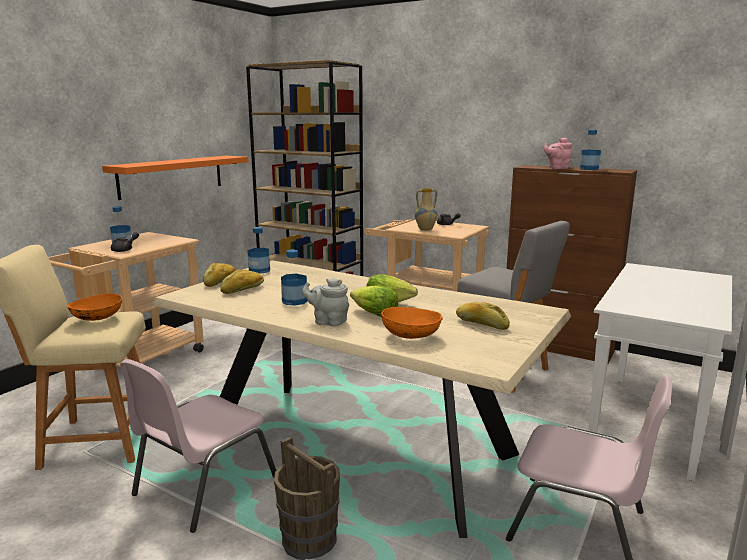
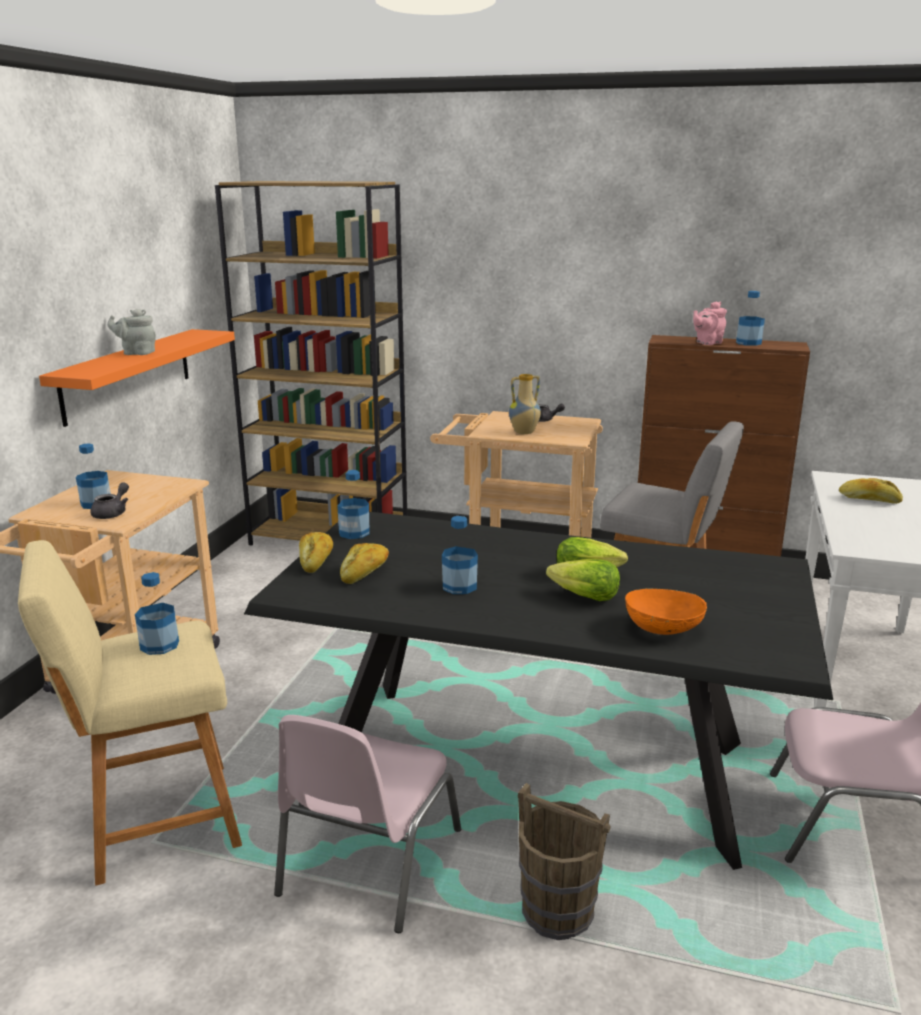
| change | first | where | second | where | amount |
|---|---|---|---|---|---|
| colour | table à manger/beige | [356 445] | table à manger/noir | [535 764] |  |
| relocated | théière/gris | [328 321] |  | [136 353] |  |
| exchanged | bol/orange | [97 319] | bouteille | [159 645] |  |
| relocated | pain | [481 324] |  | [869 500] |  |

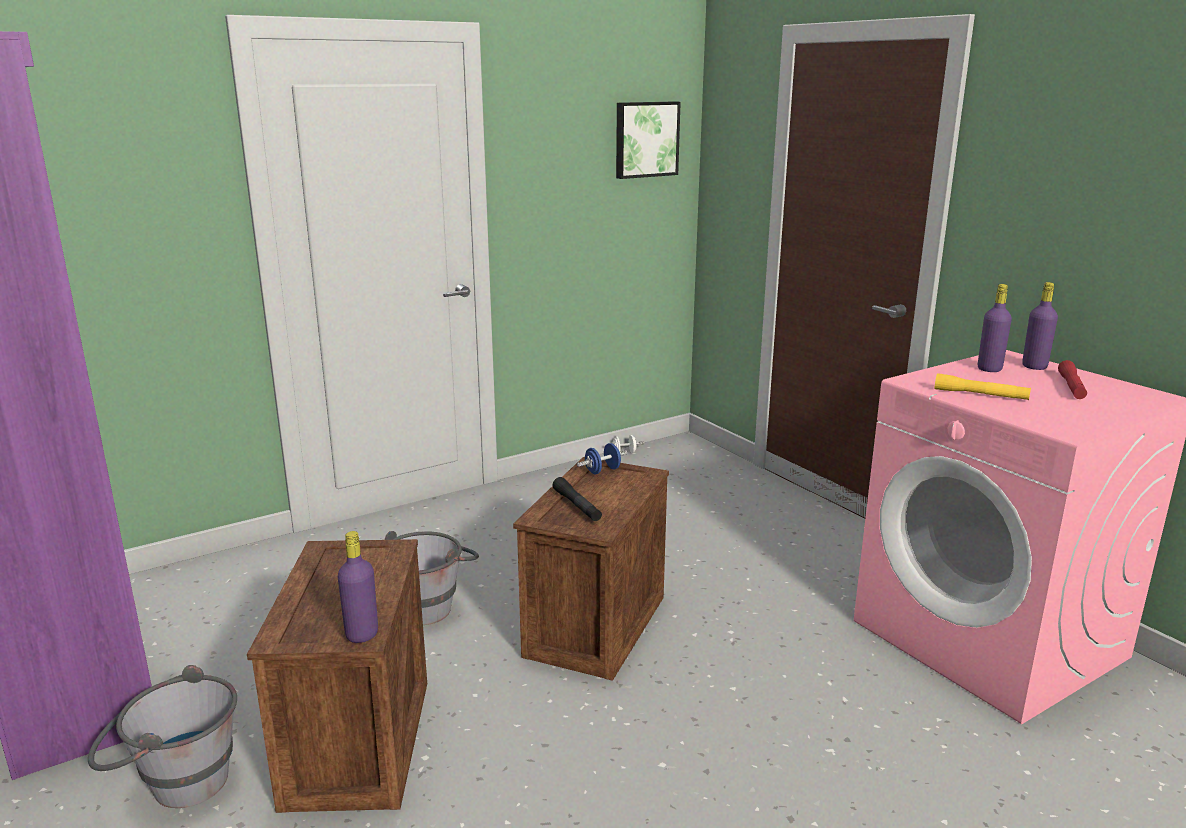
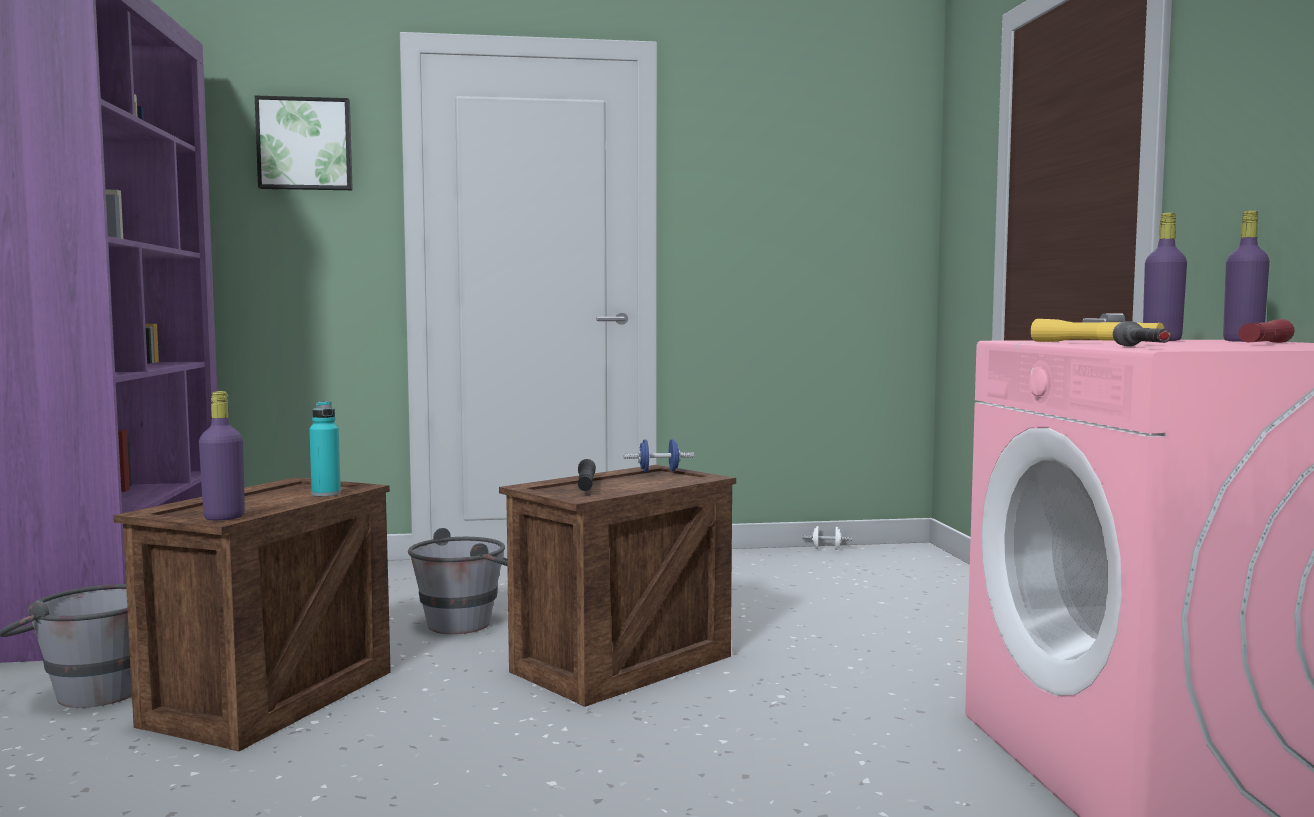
| change | first | where | second | where | amount |
|---|---|---|---|---|---|
| relocated | tableau | [645 139] |  | [305 144] |  |
| appeared |  |  | lampe de poche/gris | [1143 347] |  |
| appeared |  |  | bouteille/turquoise | [326 494] |  |

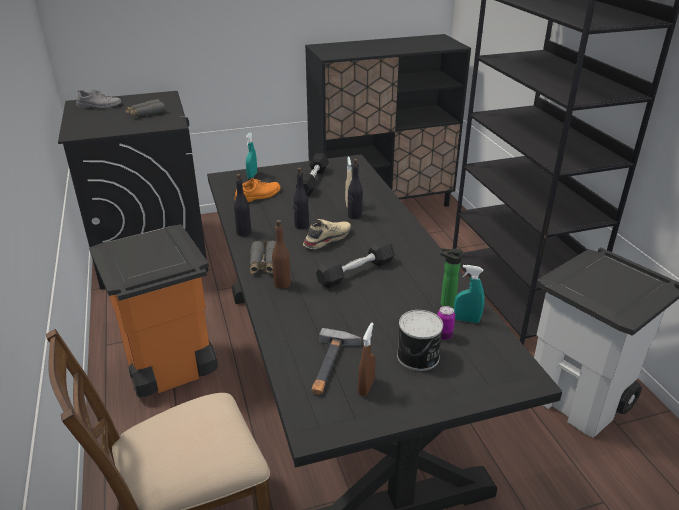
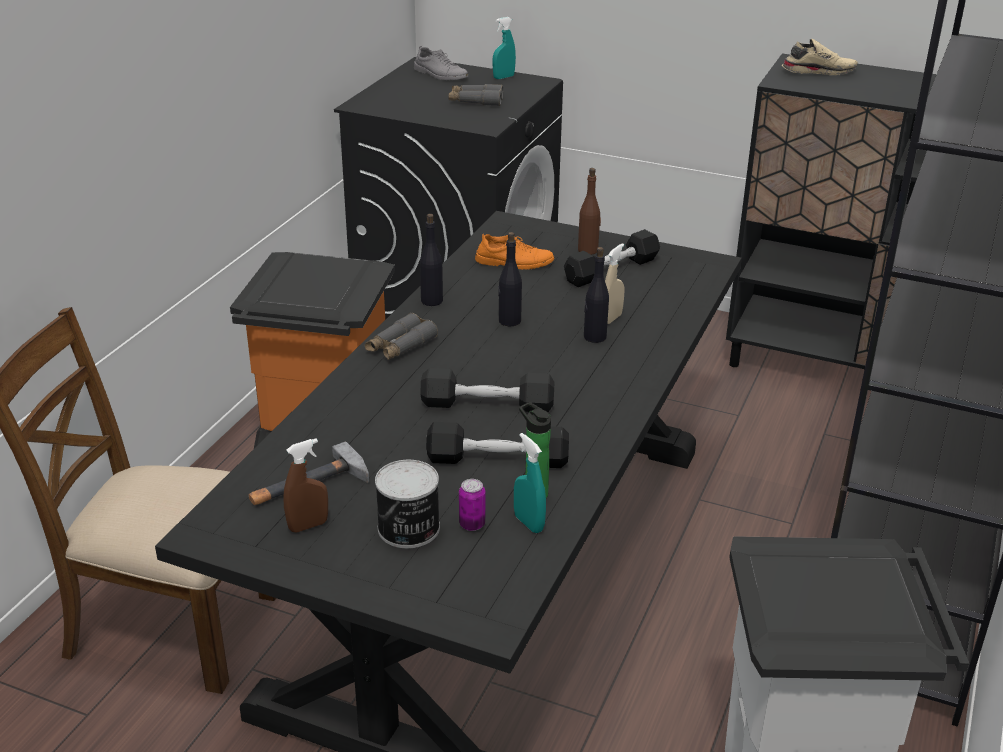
| change | first | where | second | where | amount |
|---|---|---|---|---|---|
| relocated | vaporisateur/turquoise | [252 175] |  | [503 77] |  |
| relocated | chaussure/beige | [326 239] |  | [818 71] |  |
| relocated | bouteille/marron | [282 284] |  | [588 250] |  |
| appeared |  |  | haltère/noir | [497 459] |  |

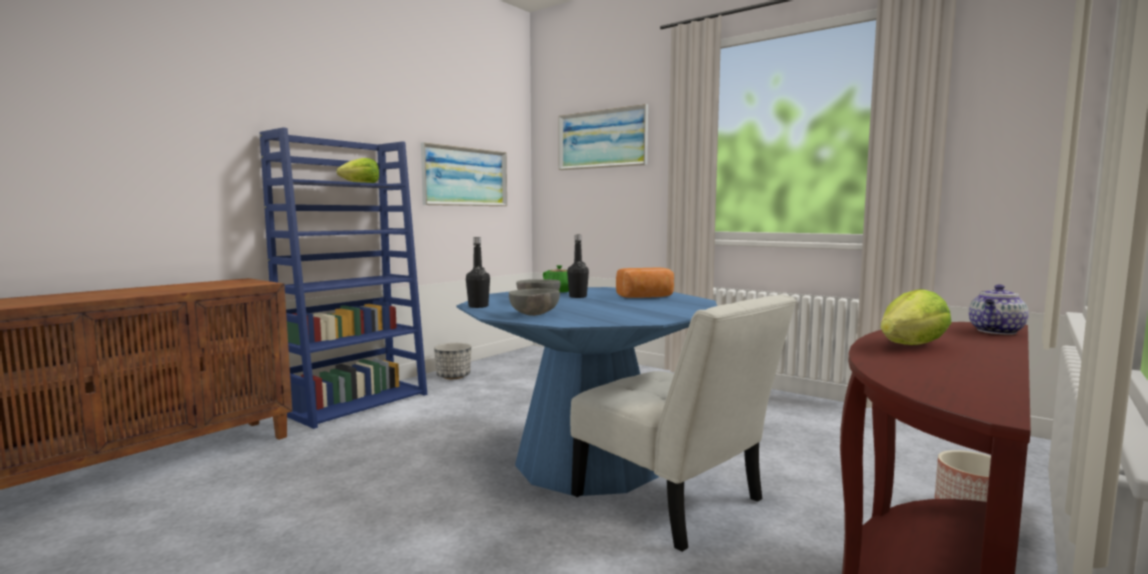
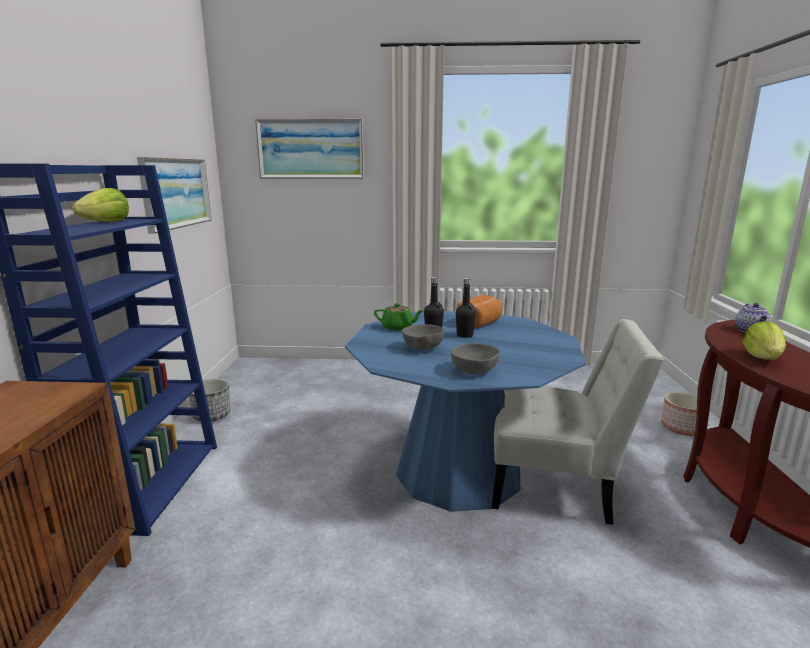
| change | first | where | second | where | amount |
|---|---|---|---|---|---|
| relocated | bouteille/noir | [478 306] |  | [464 335] |  |

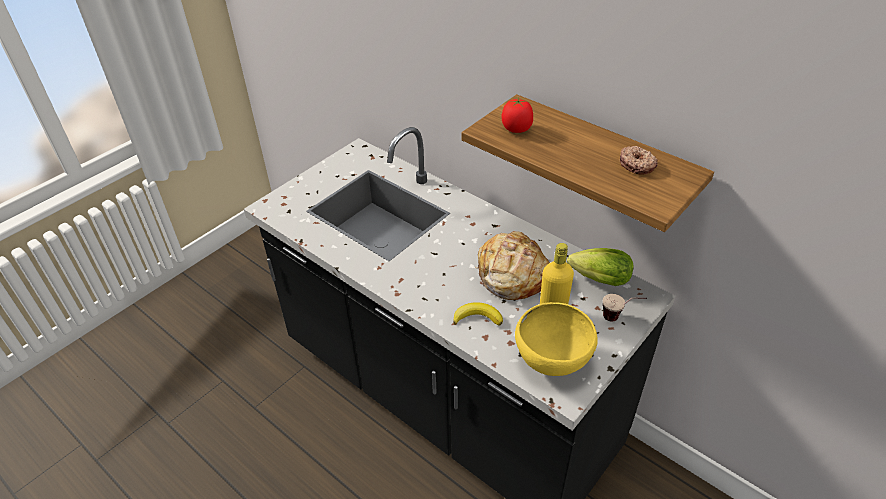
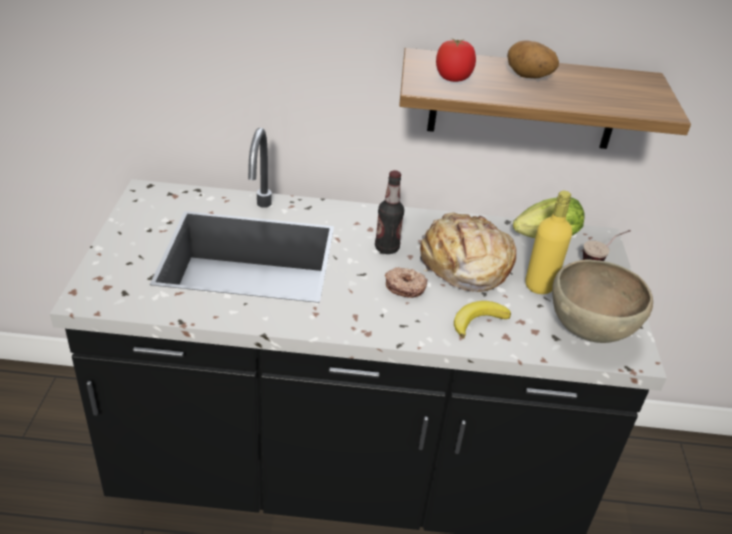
| change | first | where | second | where | amount |
|---|---|---|---|---|---|
| relocated | beignet | [637 165] |  | [405 287] |  |
| colour | bol/jaune | [552 361] | bol/marron | [589 331] |  |
| appeared |  |  | pomme de terre | [528 77] |  |
| appeared |  |  | bouteille | [387 248] |  |

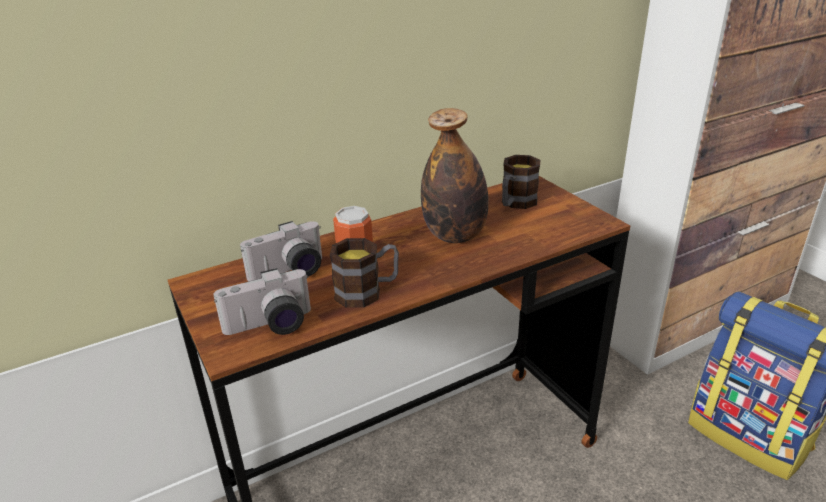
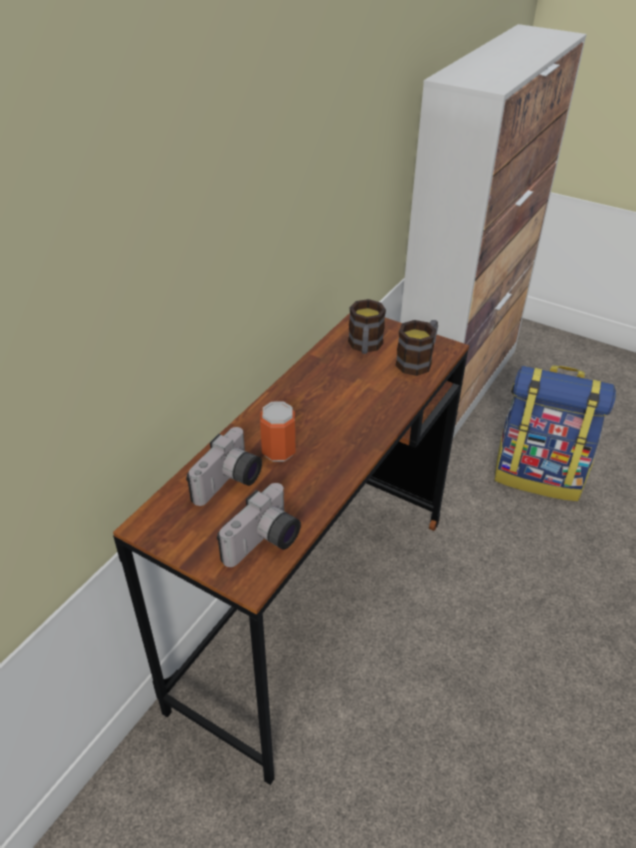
| change | first | where | second | where | amount |
|---|---|---|---|---|---|
| missing | bouteille | [455 235] |  |  |  |
| relocated | mug | [367 292] |  | [418 360] |  |

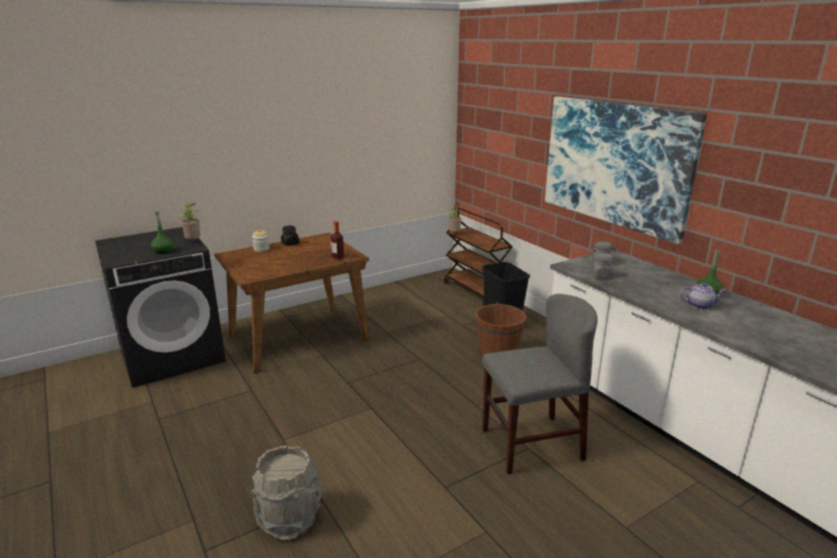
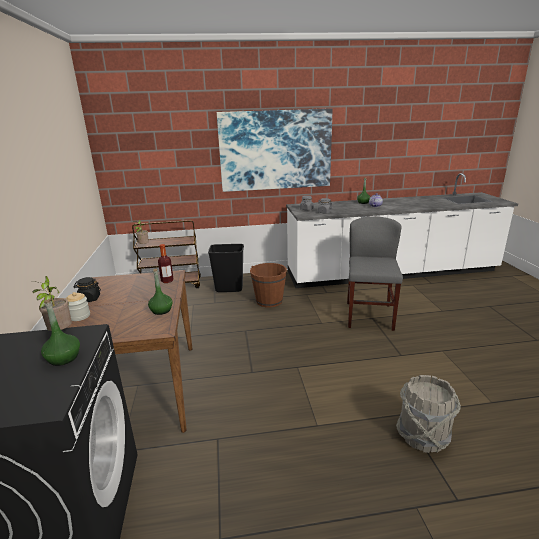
| change | first | where | second | where | amount |
|---|---|---|---|---|---|
| appeared |  |  | bouteille/vert | [161 310] |  |

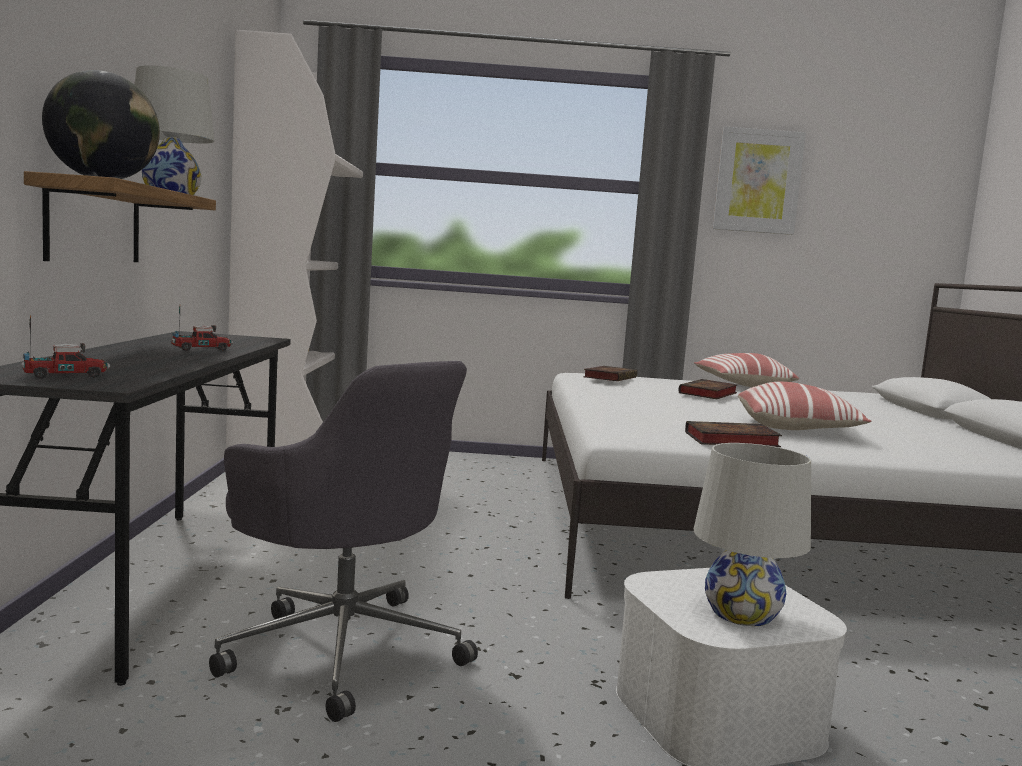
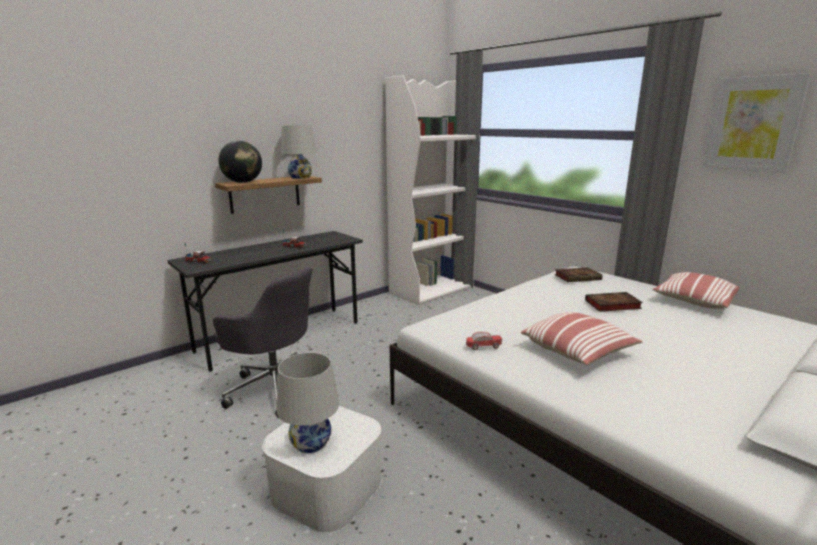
| change | first | where | second | where | amount |
|---|---|---|---|---|---|
| spun | chaise de bureau/gris | [342 648] |  | [275 386] | 60 degrees counterclockwise |
| exchanged | livre | [729 440] | petite voiture | [483 347] |  |

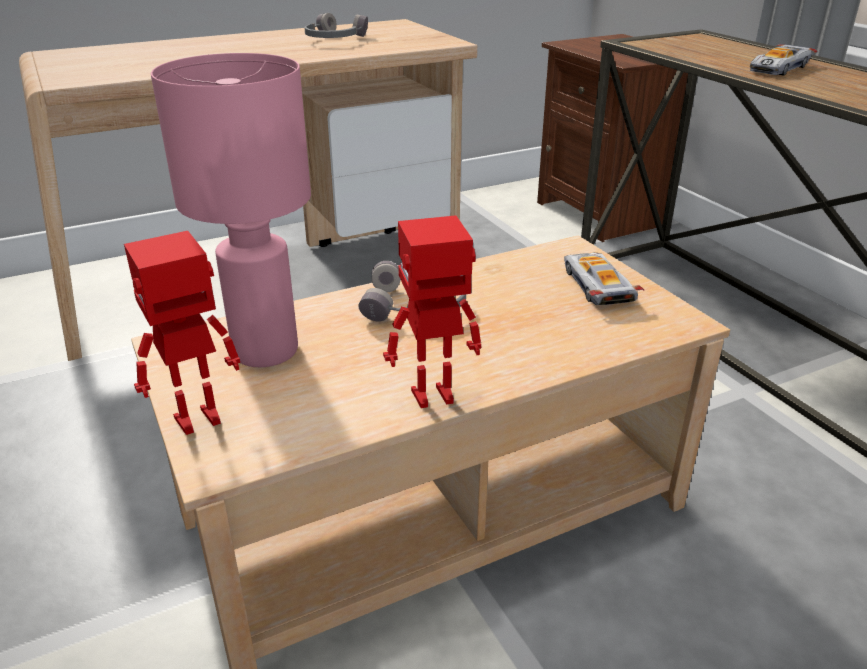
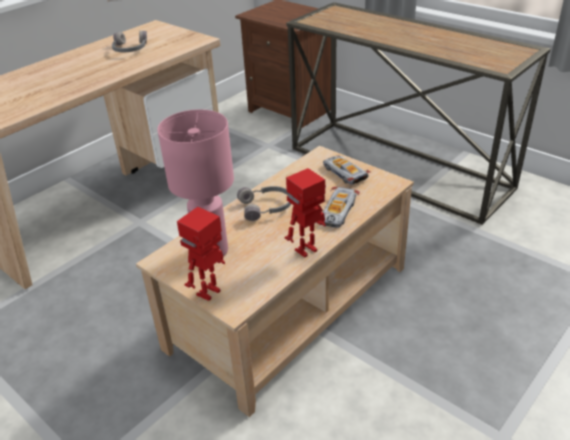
| change | first | where | second | where | amount |
|---|---|---|---|---|---|
| relocated | petite voiture | [778 68] |  | [338 212] |  |

